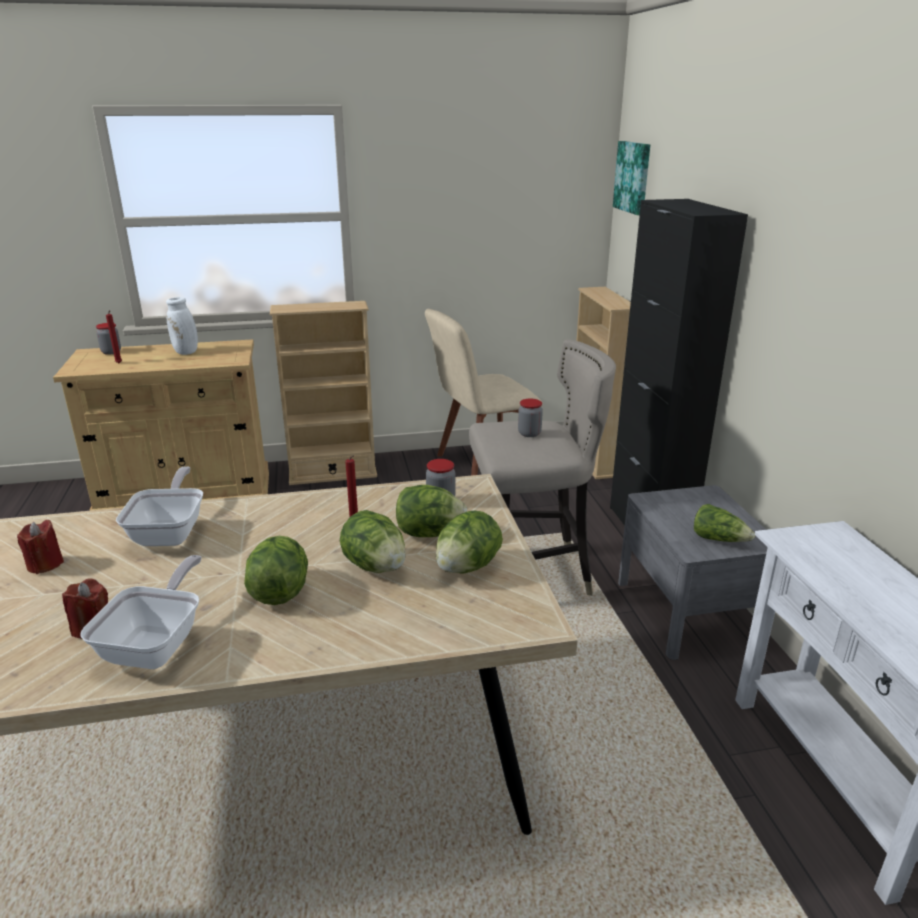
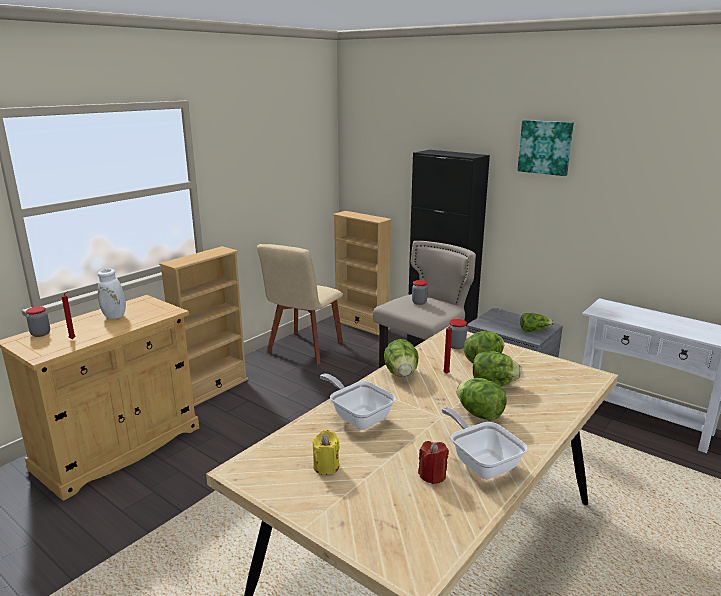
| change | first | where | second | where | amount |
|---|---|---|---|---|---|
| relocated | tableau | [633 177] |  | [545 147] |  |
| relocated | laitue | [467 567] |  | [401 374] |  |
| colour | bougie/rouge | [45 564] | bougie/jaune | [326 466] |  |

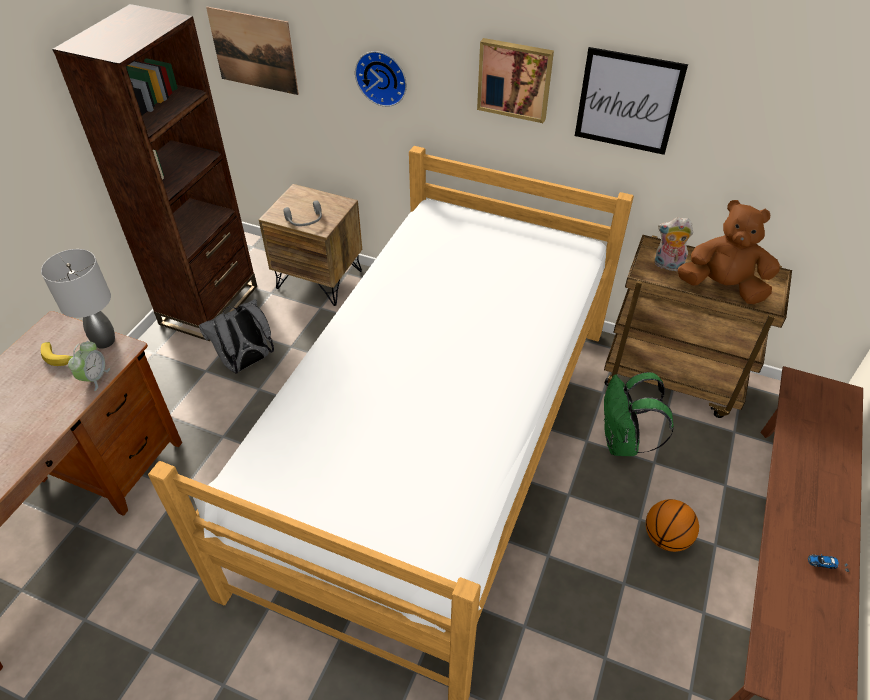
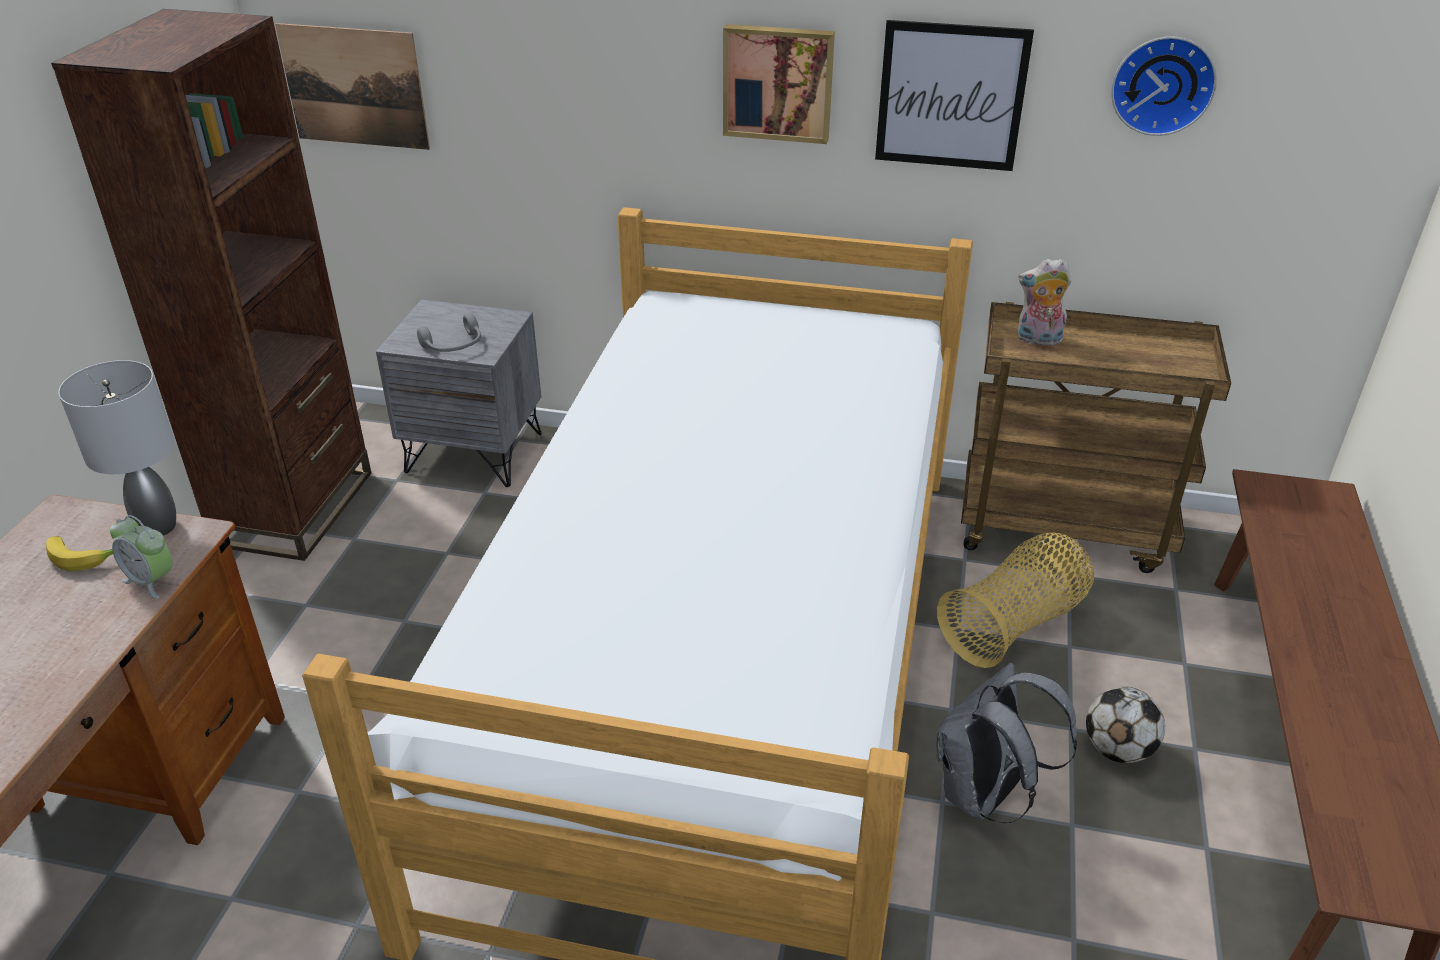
| change | first | where | second | where | amount |
|---|---|---|---|---|---|
| relocated | horloge murale | [382 77] |  | [1162 84] |  |
| colour | table de chevet/marron | [320 279] | table de chevet/gris | [475 452] |  |
| missing | peluche/marron | [722 287] |  |  |  |
| relocated | sac à dos/gris | [246 363] |  | [984 796] |  |
| spun | réveil | [95 378] |  | [152 581] | 120 degrees clockwise |
| exchanged | sac à dos/vert | [623 442] | panier | [1014 625] |  |
| exchanged | ballon de basket | [665 537] | ballon de foot | [1117 749] |  |
| missing | petite voiture | [826 565] |  |  |  |

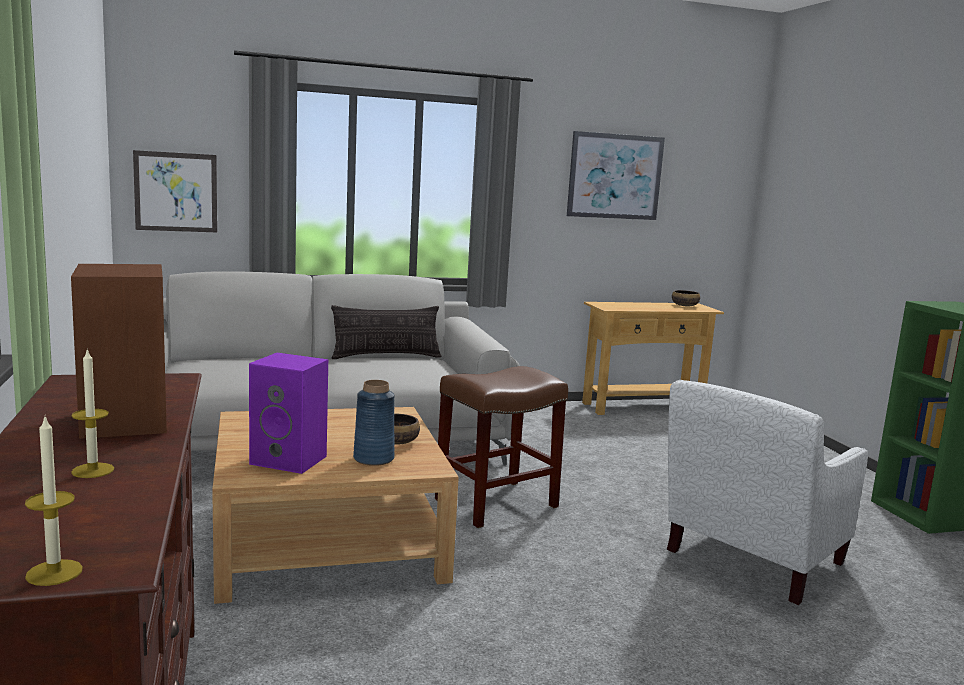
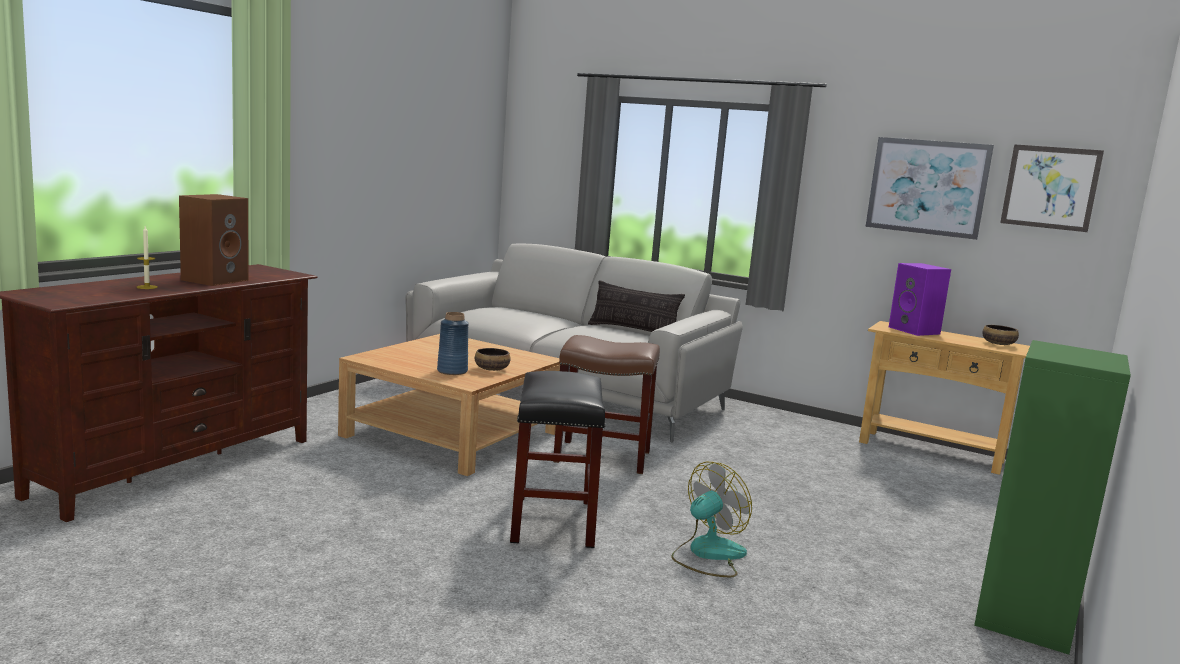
| change | first | where | second | where | amount |
|---|---|---|---|---|---|
| relocated | tableau | [176 192] |  | [1050 187] |  |
| relocated | enceinte/violet | [291 460] |  | [915 331] |  |
| exchanged | fauteuil/blanc | [748 560] | ventilateur | [707 554] |  |
| missing | bougie | [54 572] |  |  |  |
| appeared |  |  | tabouret/noir | [554 522] |  |

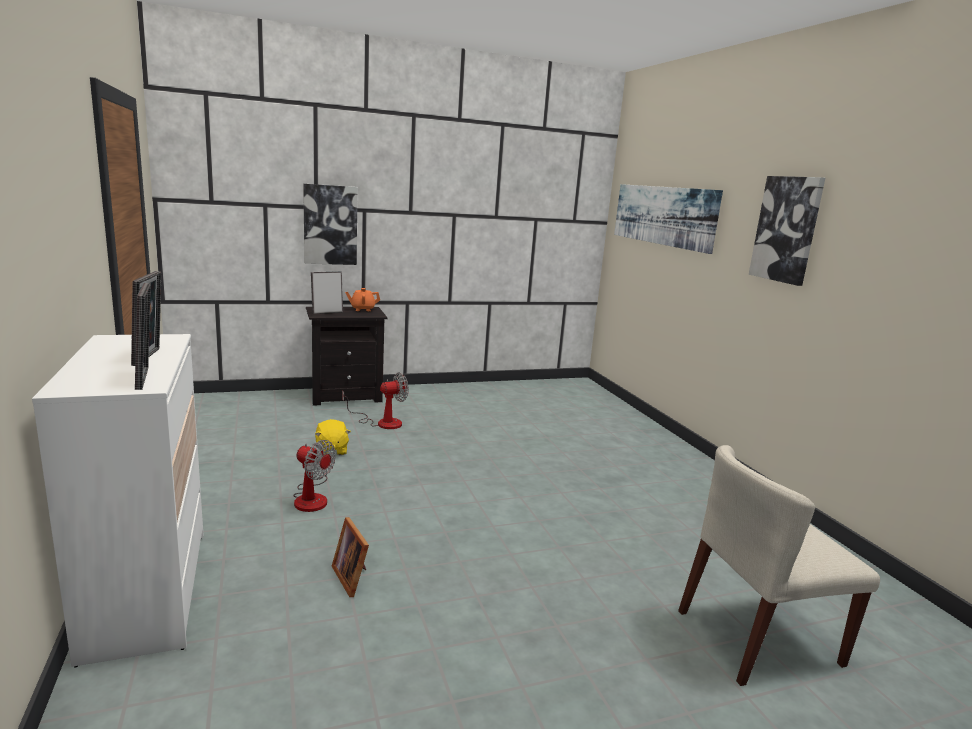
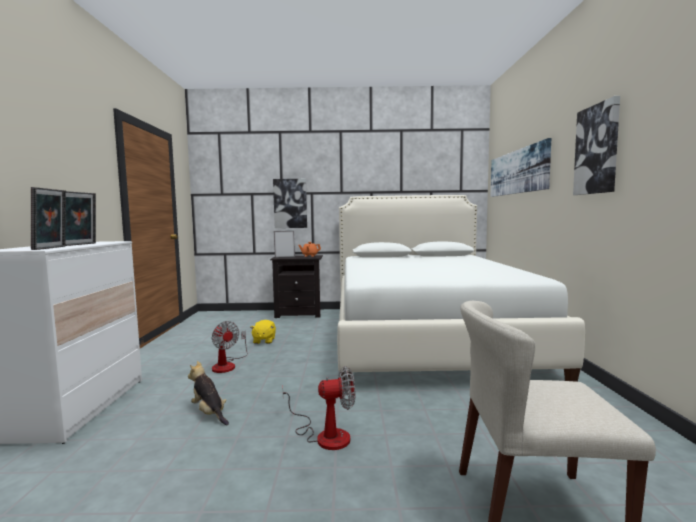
| change | first | where | second | where | amount |
|---|---|---|---|---|---|
| relocated | ventilateur | [382 422] |  | [324 435] |  |
| exchanged | cadre photo | [353 577] | peluche | [209 413] |  |
| appeared |  |  | lit/blanc | [425 336] |  |

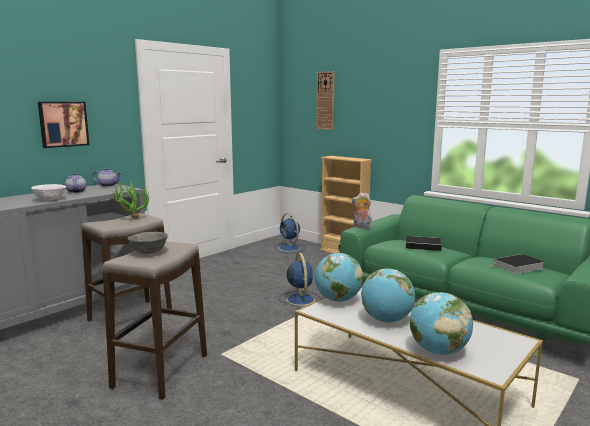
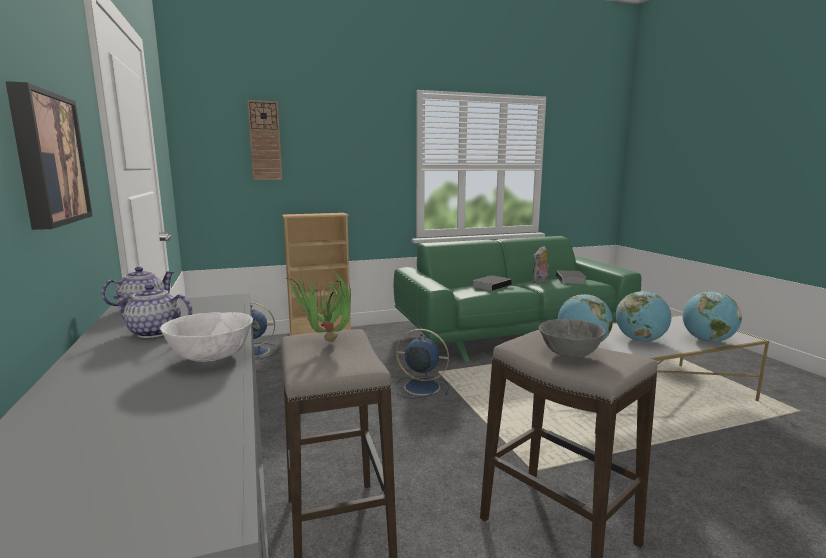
| change | first | where | second | where | amount |
|---|---|---|---|---|---|
| relocated | peluche | [361 227] |  | [540 281] |  |

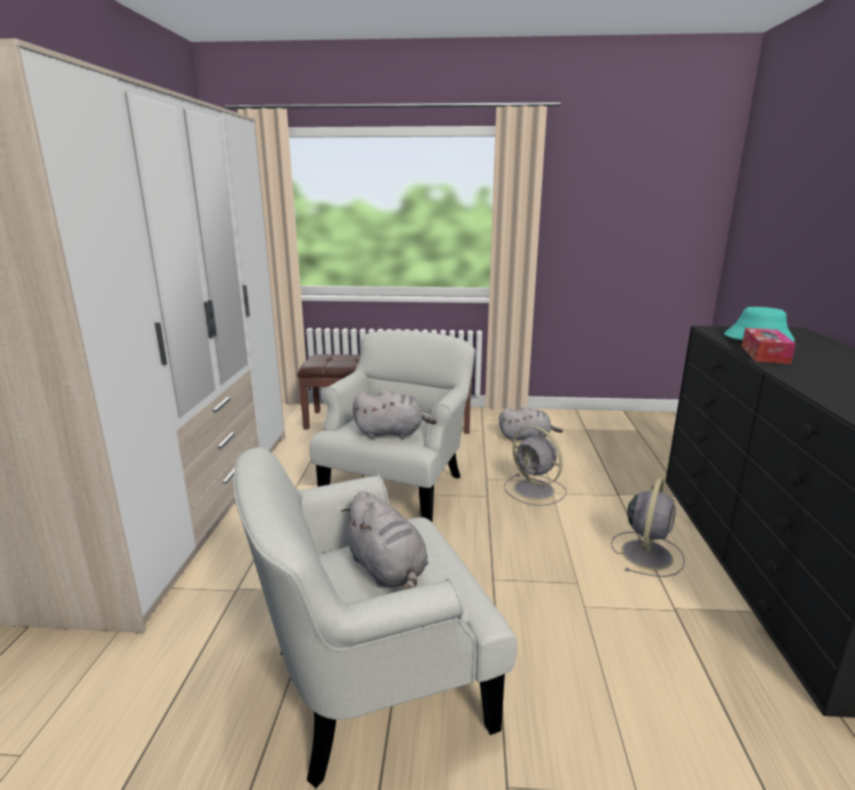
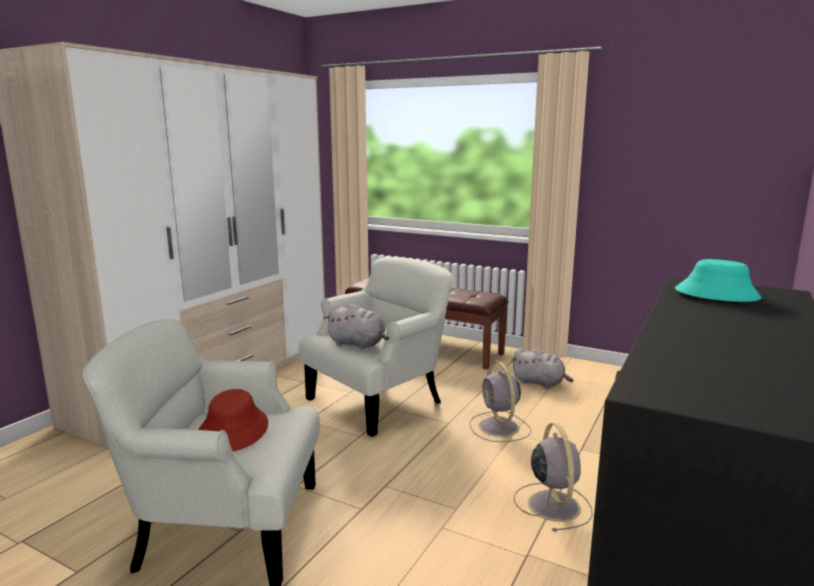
| change | first | where | second | where | amount |
|---|---|---|---|---|---|
| missing | boîte à mouchoirs | [765 354] |  |  |  |
| spun | ventilateur/gris | [647 553] |  | [553 504] | 60 degrees counterclockwise |
| exchanged | peluche/gris | [387 570] | chapeau/rouge | [233 430] |  |

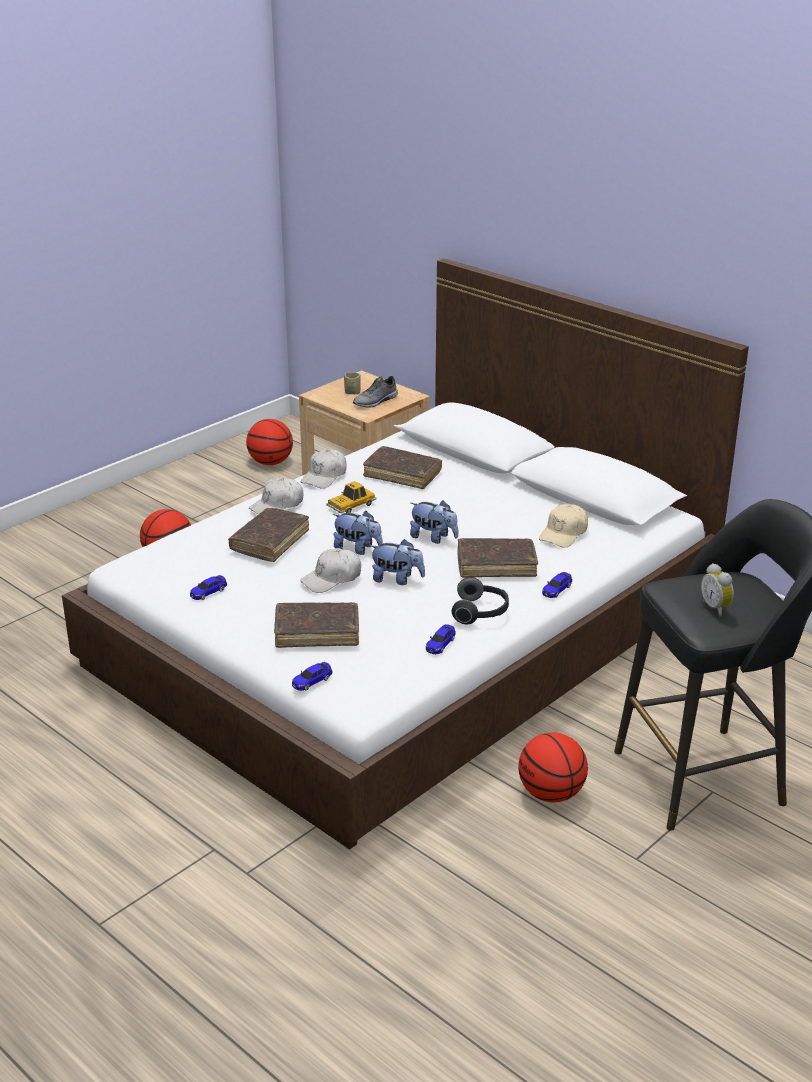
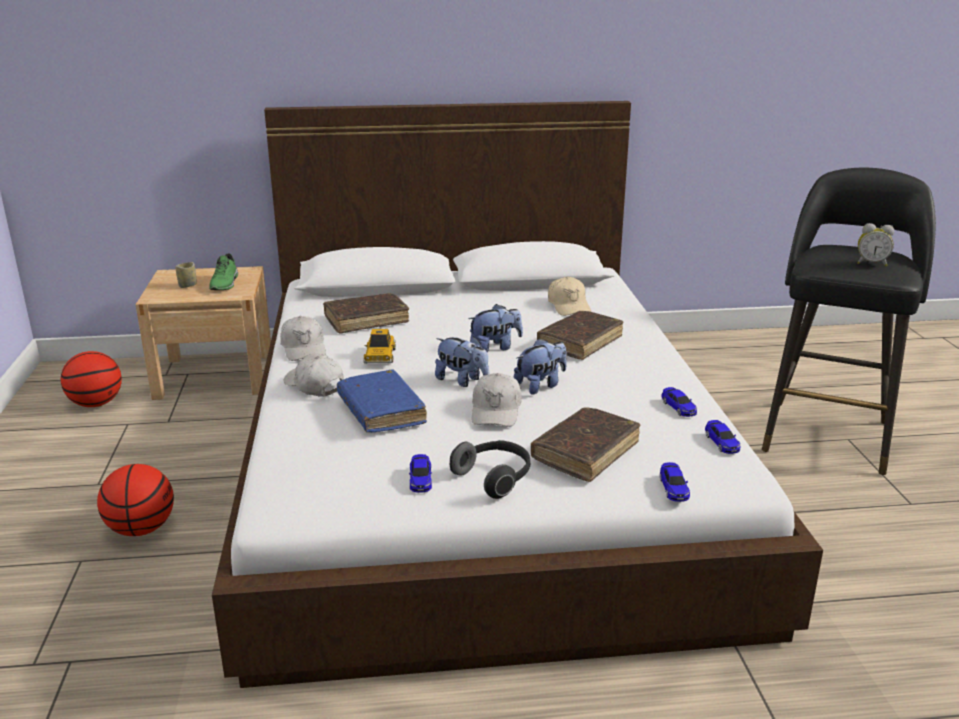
| change | first | where | second | where | amount |
|---|---|---|---|---|---|
| colour | chaussure/gris | [376 401] | chaussure/vert | [225 284] |  |
| spun | casquette/blanc | [277 506] |  | [314 385] | 135 degrees clockwise |
| colour | livre/marron | [270 541] | livre/bleu | [381 411] |  |
| spun | peluche | [357 549] |  | [462 381] | 60 degrees clockwise |
| relocated | petite voiture | [556 589] |  | [721 443] |  |
| relocated | casque audio | [481 613] |  | [494 478] |  |
| missing | ballon de basket | [551 793] |  |  |  |

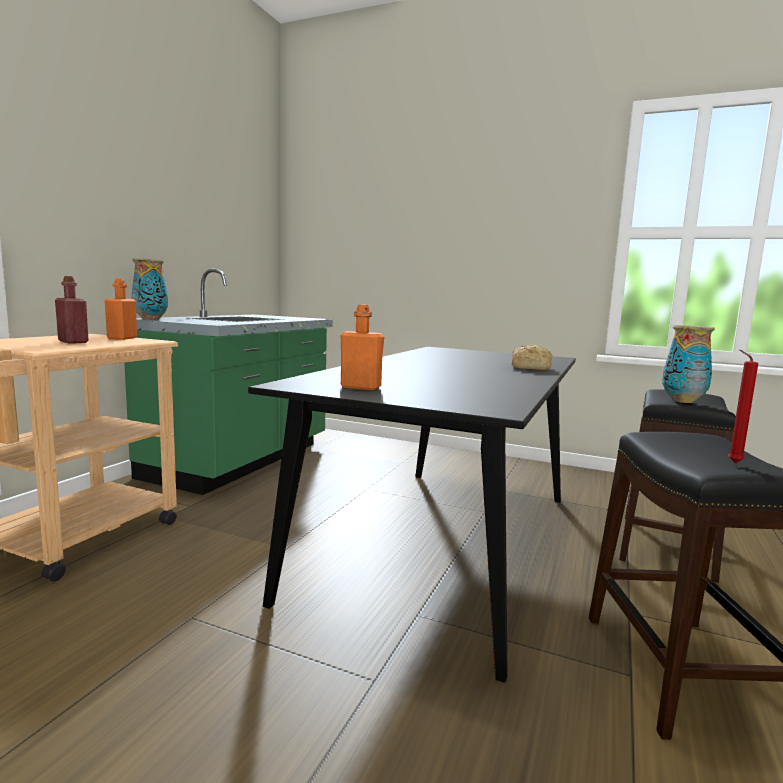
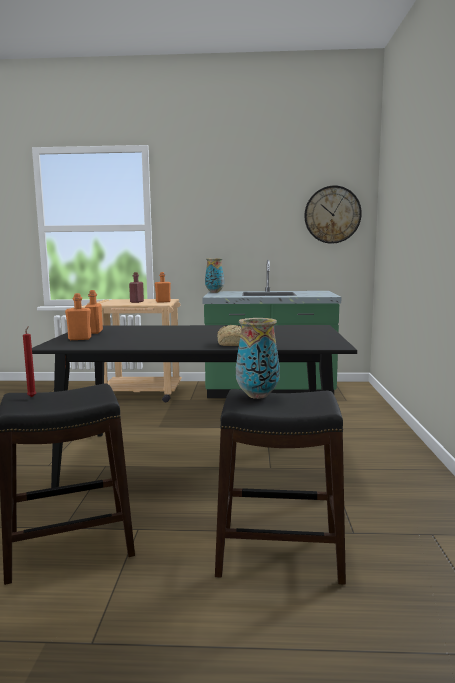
| change | first | where | second | where | amount |
|---|---|---|---|---|---|
| appeared |  |  | horloge murale | [332 215] |  |
| appeared |  |  | bouteille/orange | [79 339] |  |

